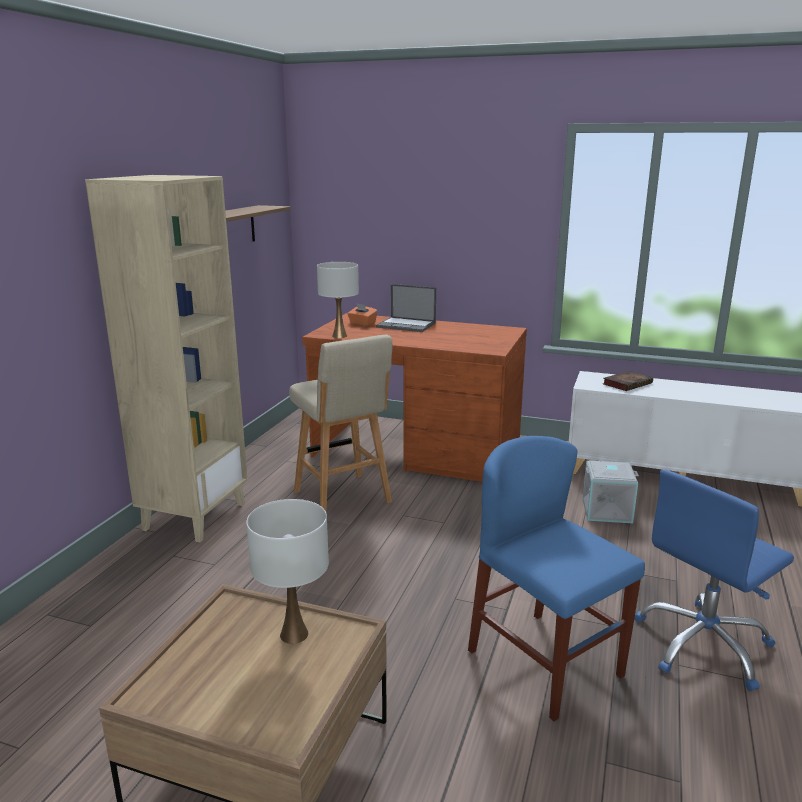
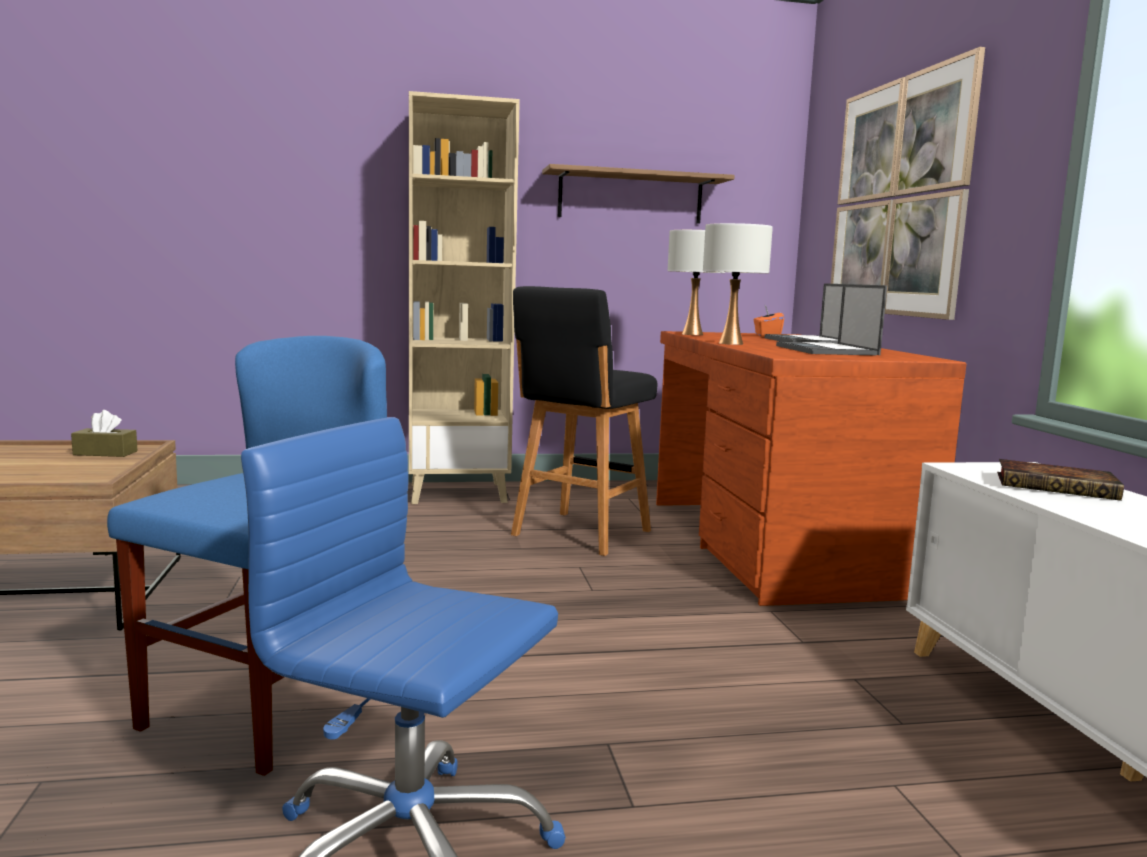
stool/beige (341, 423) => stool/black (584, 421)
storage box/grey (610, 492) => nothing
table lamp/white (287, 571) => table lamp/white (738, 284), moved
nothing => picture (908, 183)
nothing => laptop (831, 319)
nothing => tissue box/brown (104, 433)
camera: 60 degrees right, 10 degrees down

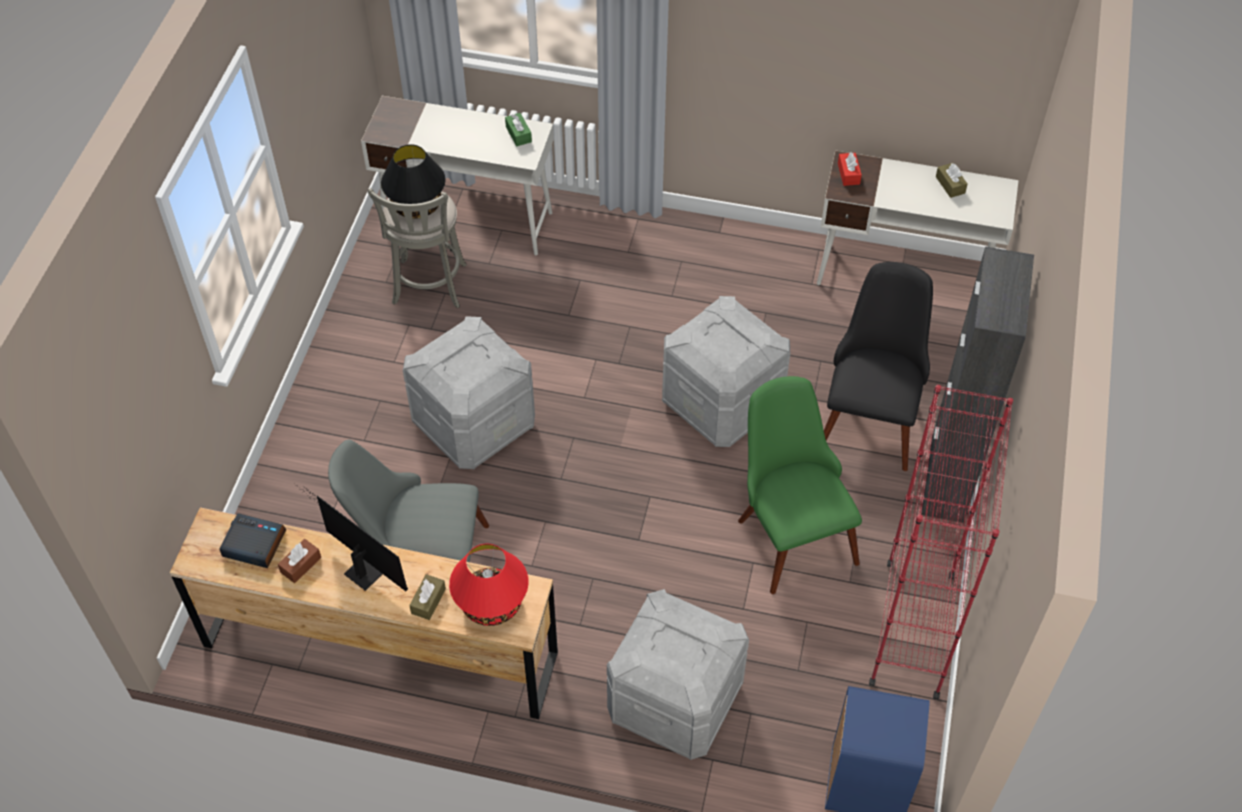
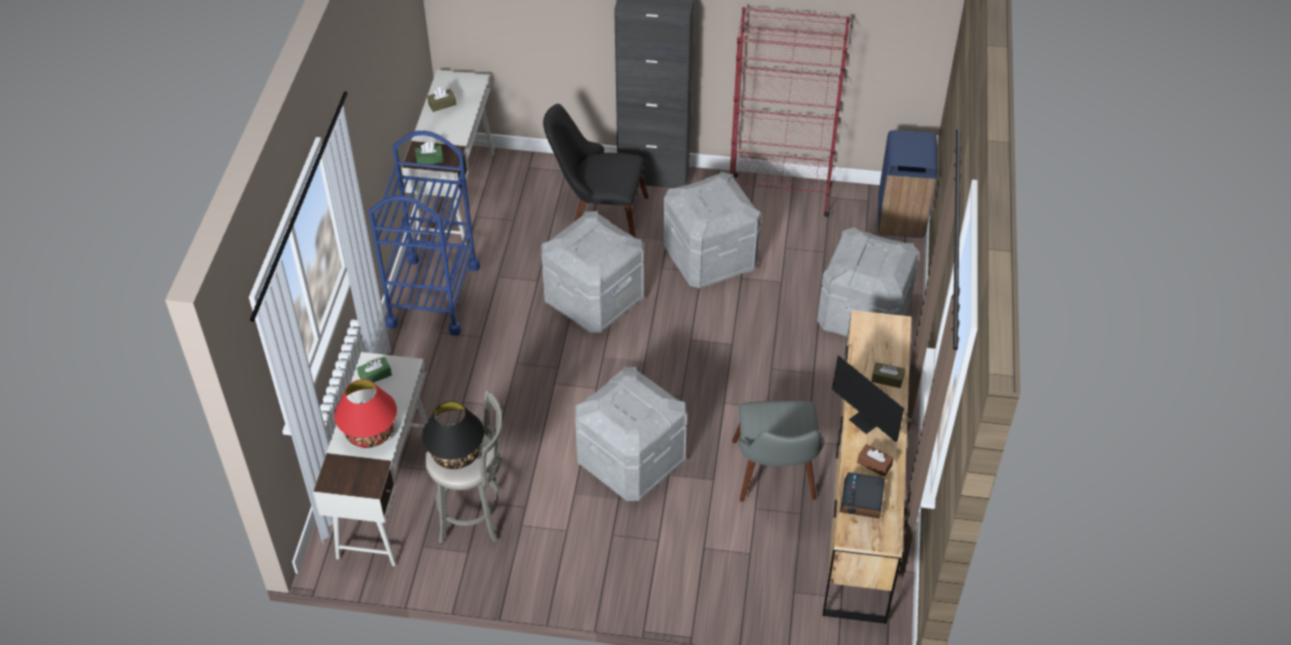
tissue box/red (850, 169) => tissue box/green (429, 153)
chair/green (800, 485) => storage box/grey (712, 230)
monitor (355, 538) => monitor (876, 398), 75 degrees counterclockwise
table lamp/red (489, 584) => table lamp/red (365, 413), moved
nothing => cart/blue (424, 233)
camera: 95 degrees left, 5 degrees down

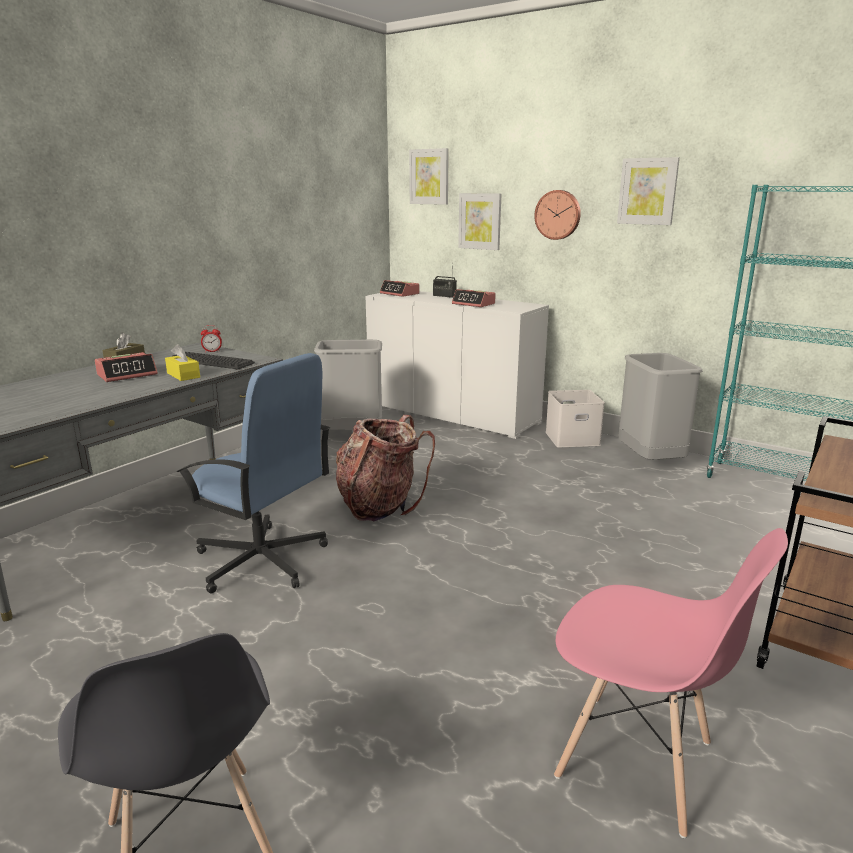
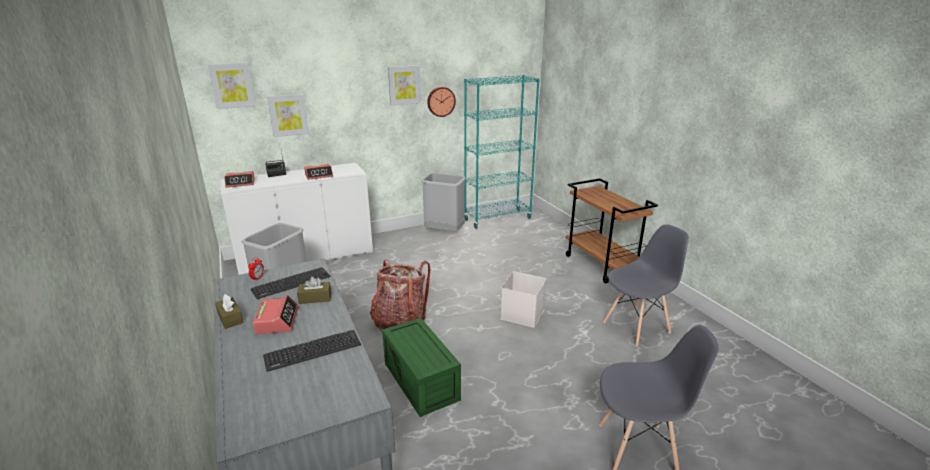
wall clock (557, 215) => wall clock (441, 102), moved
tissue box/yellow (182, 362) => tissue box/brown (314, 290)
office chair/blue (253, 473) => storage box/green (421, 367)
storage box/white (575, 419) => storage box/white (523, 299), moved
chair/pink (671, 683) => chair/grey (646, 285)
nothing => keyboard (312, 351)
camera: 60 degrees left, 5 degrees up

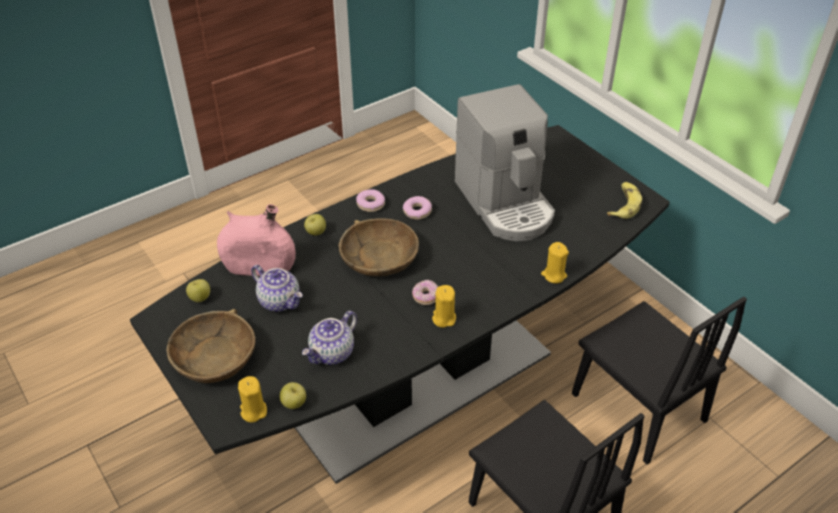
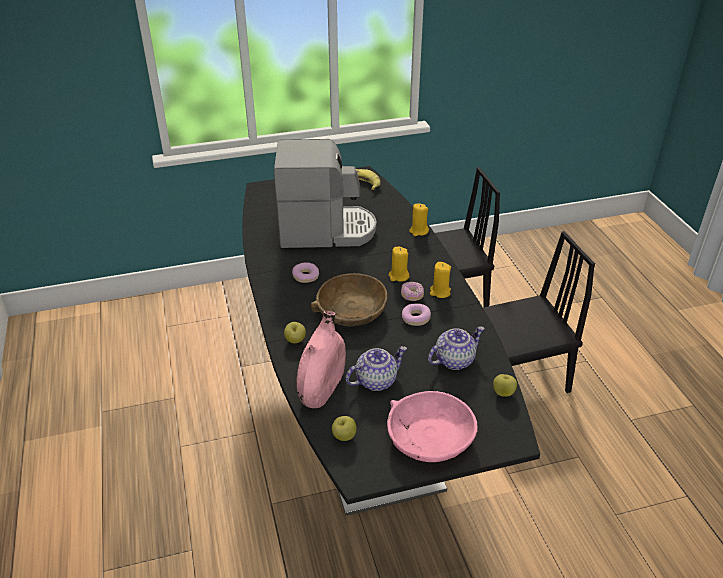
donut (370, 200) => donut (416, 314), moved
bowl/brown (211, 346) => bowl/pink (432, 426)
teapot (329, 338) => teapot (456, 348), 90 degrees counterclockwise
candle/yellow (252, 399) => candle/yellow (399, 264), moved
camera: 70 degrees left, 5 degrees down

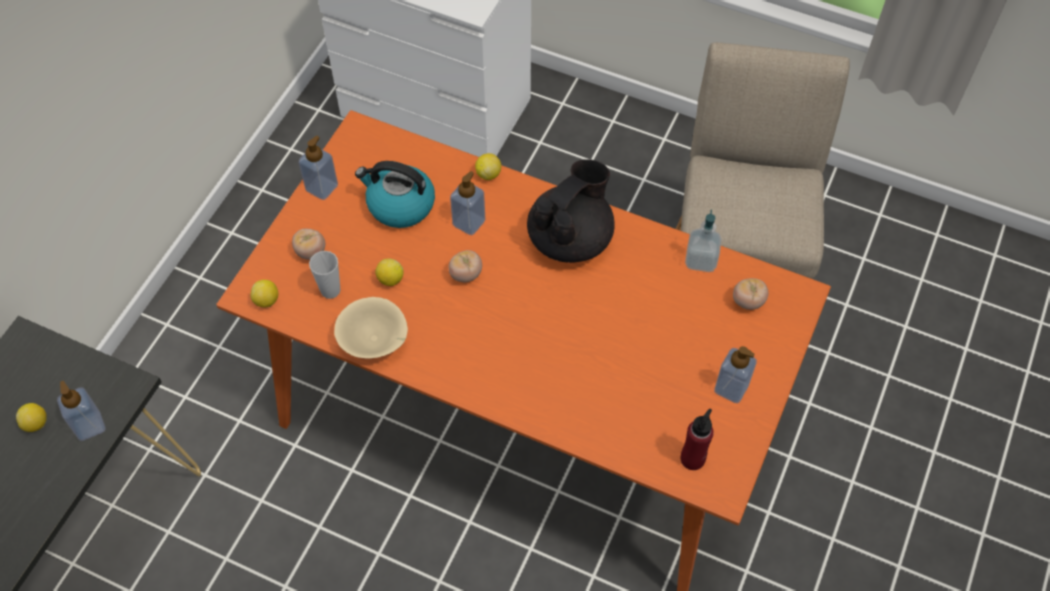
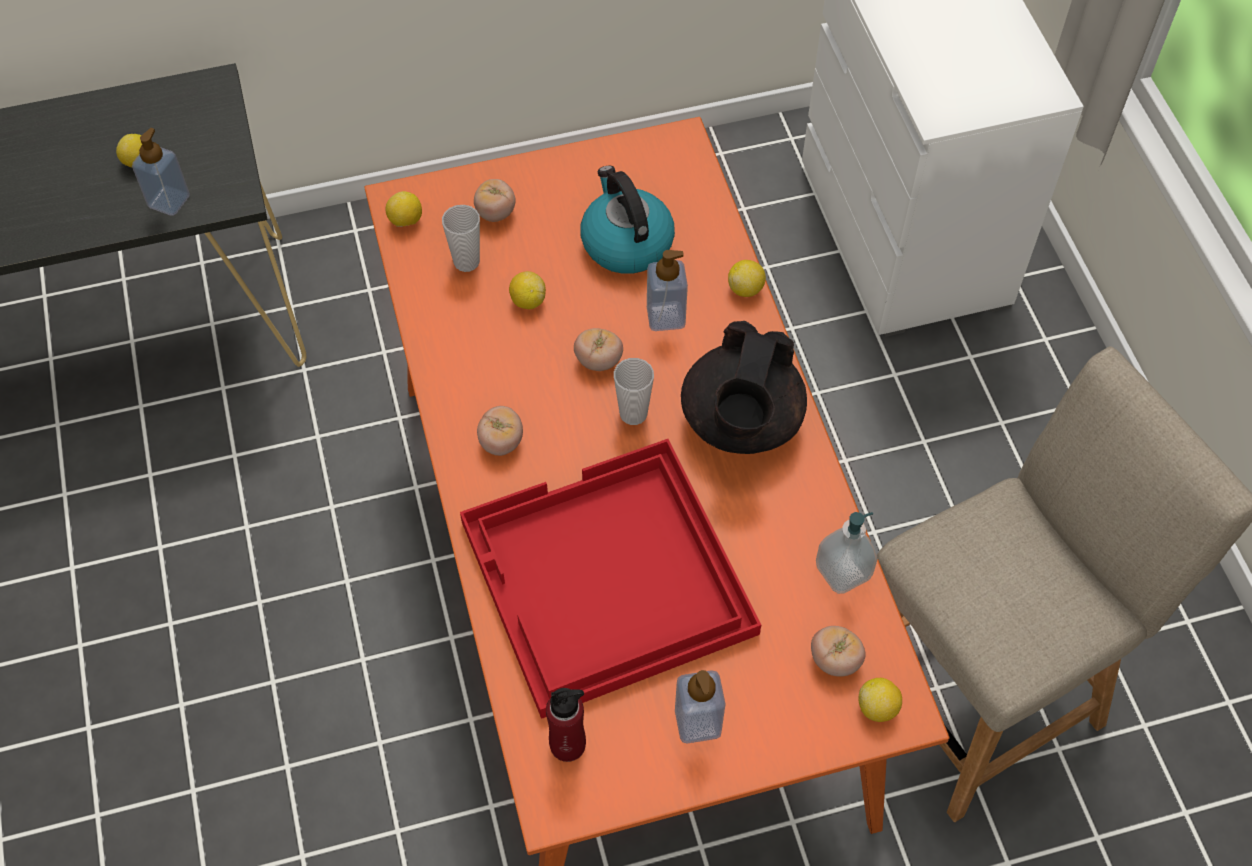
soap dispenser (318, 168) => nothing
teapot/black (571, 211) => teapot/black (744, 387), 105 degrees clockwise
bowl/beige (371, 327) => nothing
nothing => cup (634, 391)
nothing => tomato (500, 431)
nothing => tray/red (610, 579)
nothing => lemon (880, 700)
camera: 50 degrees right, 0 degrees up

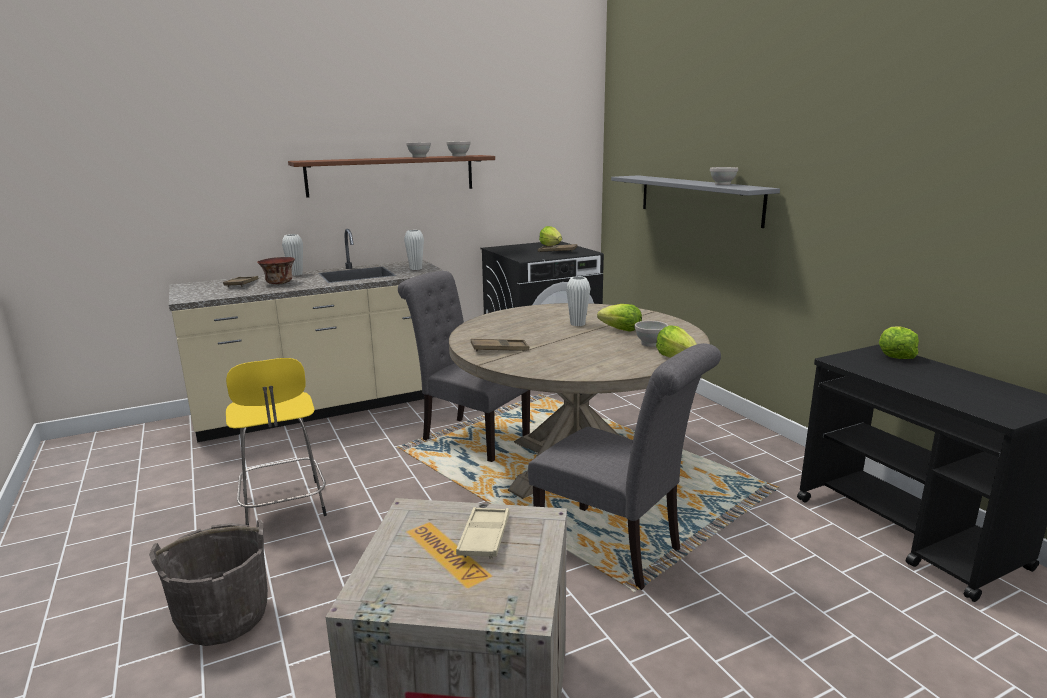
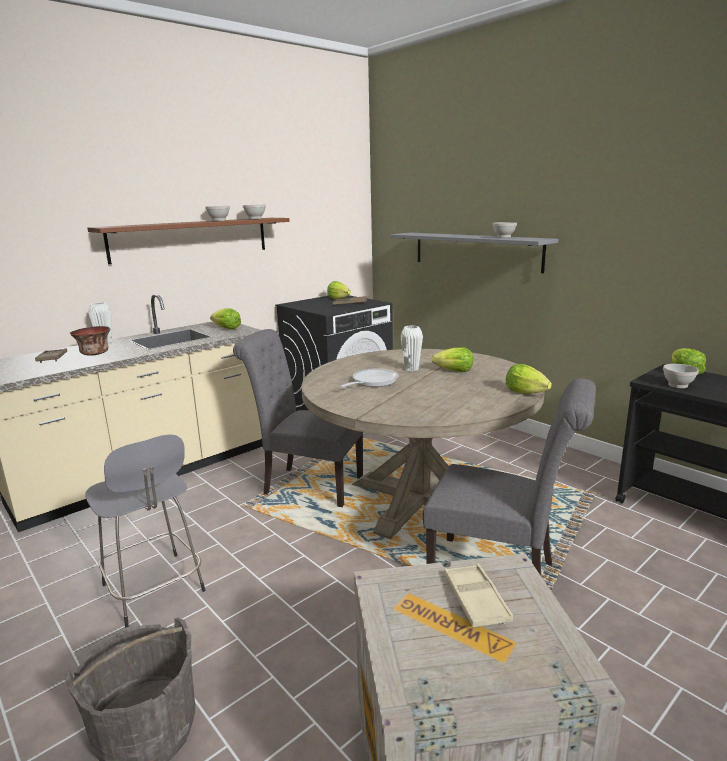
vase/white (414, 250) => lettuce (225, 318)
bowl/white (651, 334) => bowl/white (681, 376), moved
tray/brown (500, 345) => nothing
stool/yellow (276, 441) => stool/grey (145, 530)
nothing => frying pan (369, 378)
camera: 15 degrees left, 0 degrees up

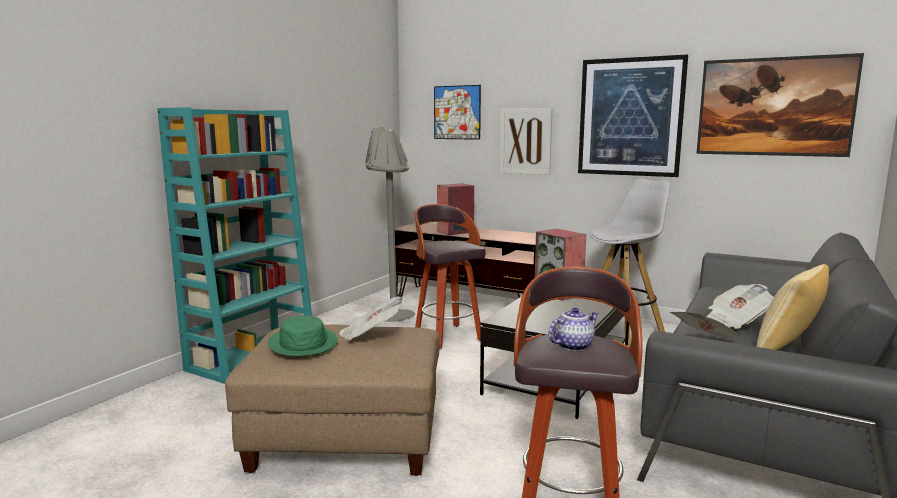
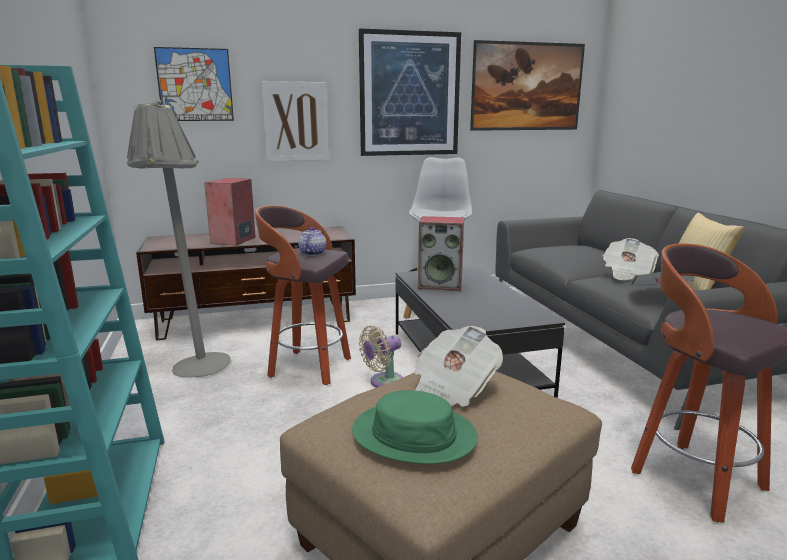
teapot (573, 329) => teapot (312, 241), moved
nothing => fan/beige (381, 357)
camera: 45 degrees left, 5 degrees up

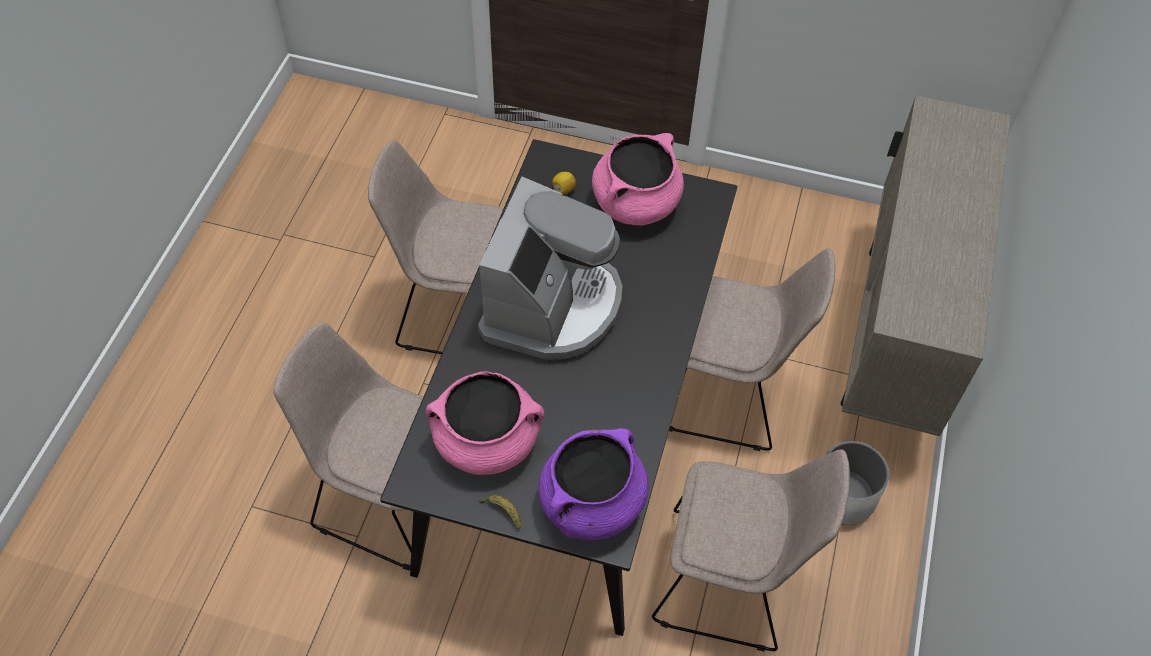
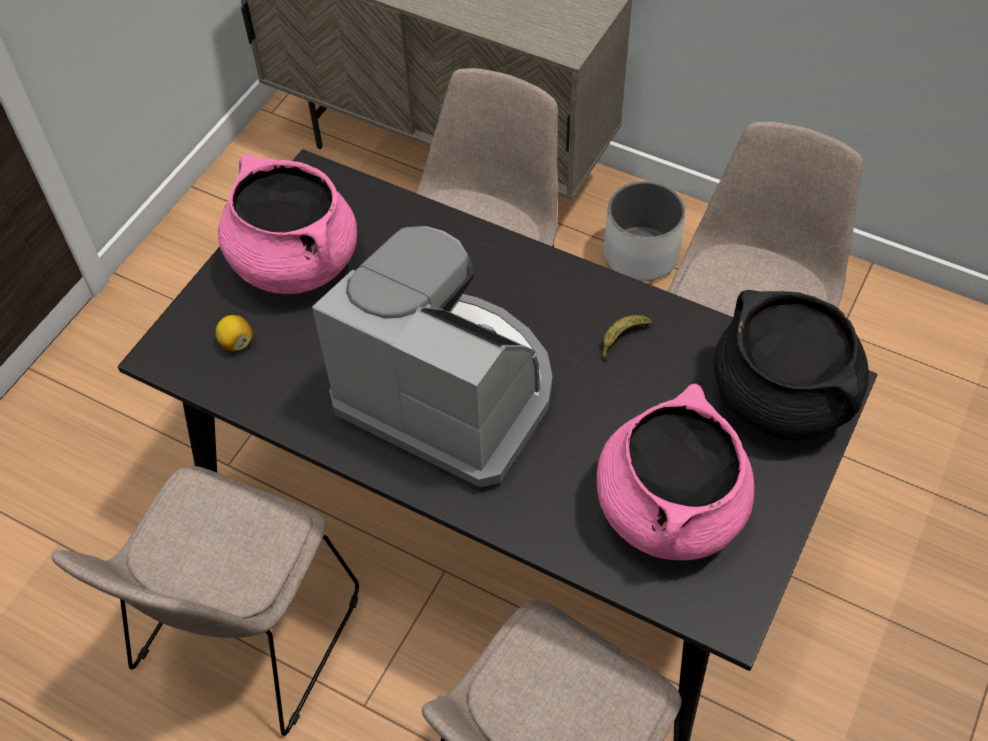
cooking pot/purple (593, 484) => cooking pot/black (791, 365)
banana (500, 512) => banana (627, 338), moved
camera: 75 degrees left, 0 degrees up

